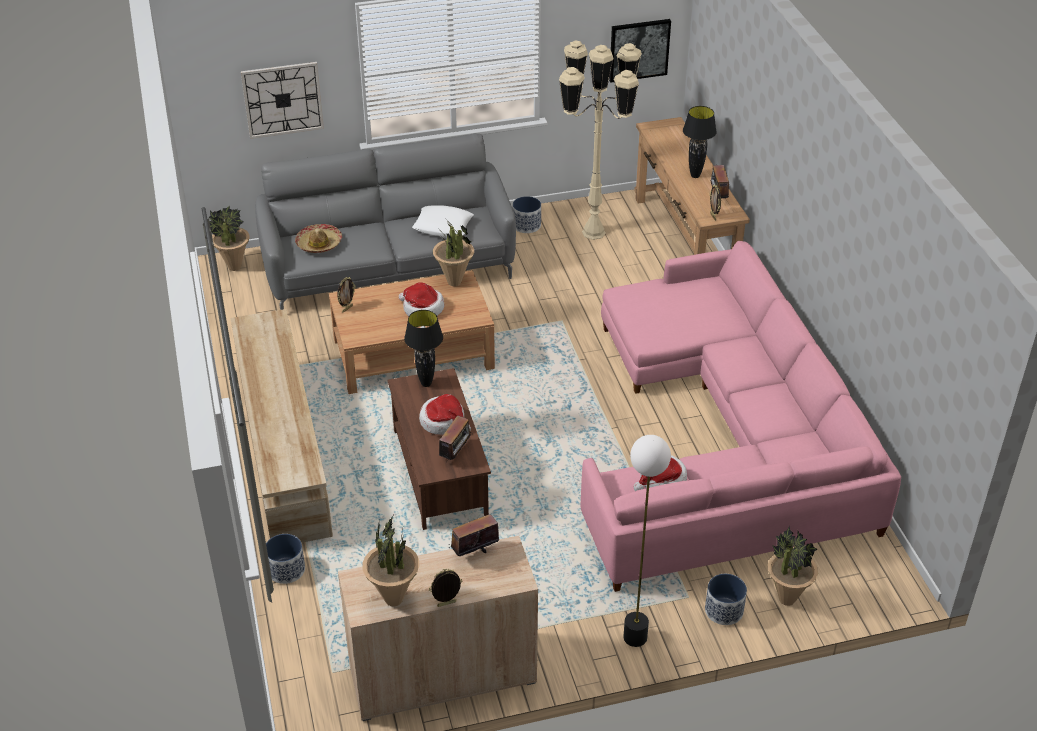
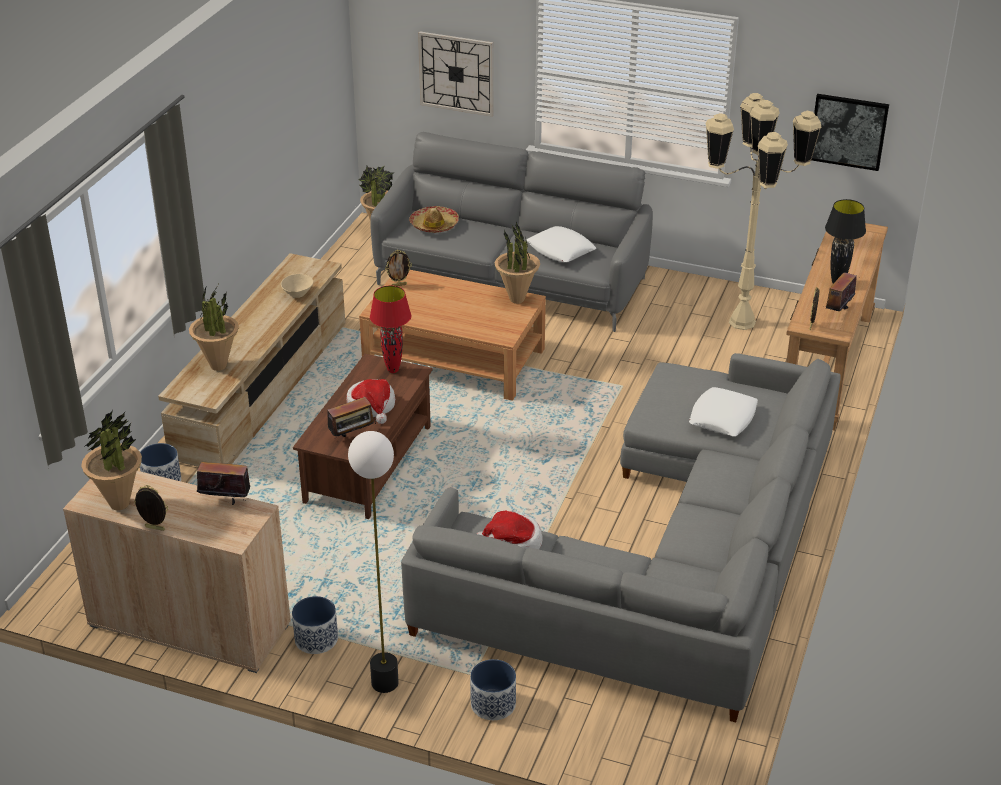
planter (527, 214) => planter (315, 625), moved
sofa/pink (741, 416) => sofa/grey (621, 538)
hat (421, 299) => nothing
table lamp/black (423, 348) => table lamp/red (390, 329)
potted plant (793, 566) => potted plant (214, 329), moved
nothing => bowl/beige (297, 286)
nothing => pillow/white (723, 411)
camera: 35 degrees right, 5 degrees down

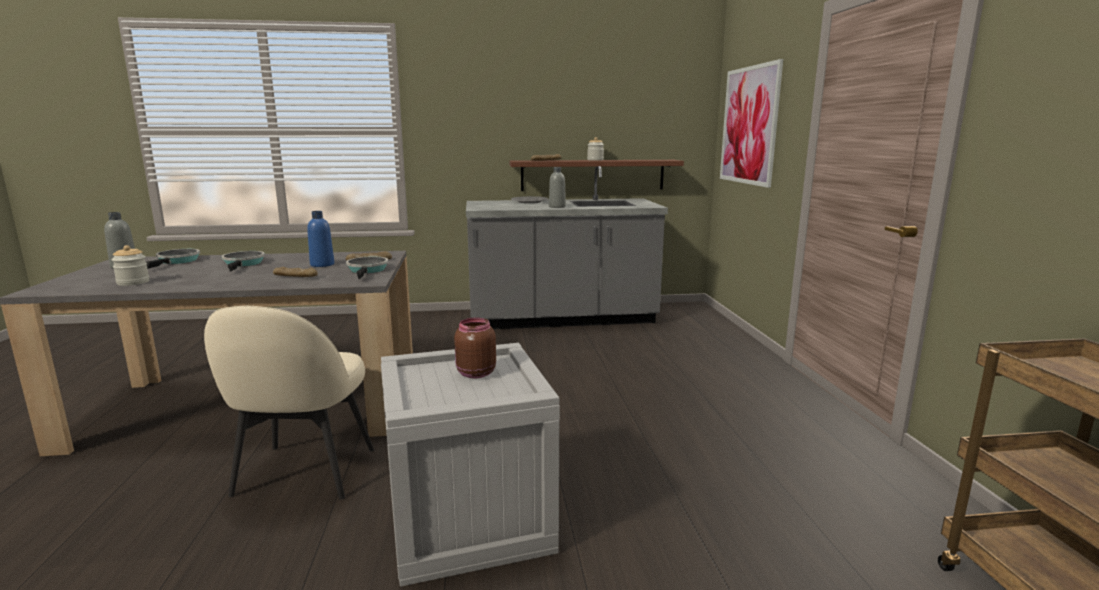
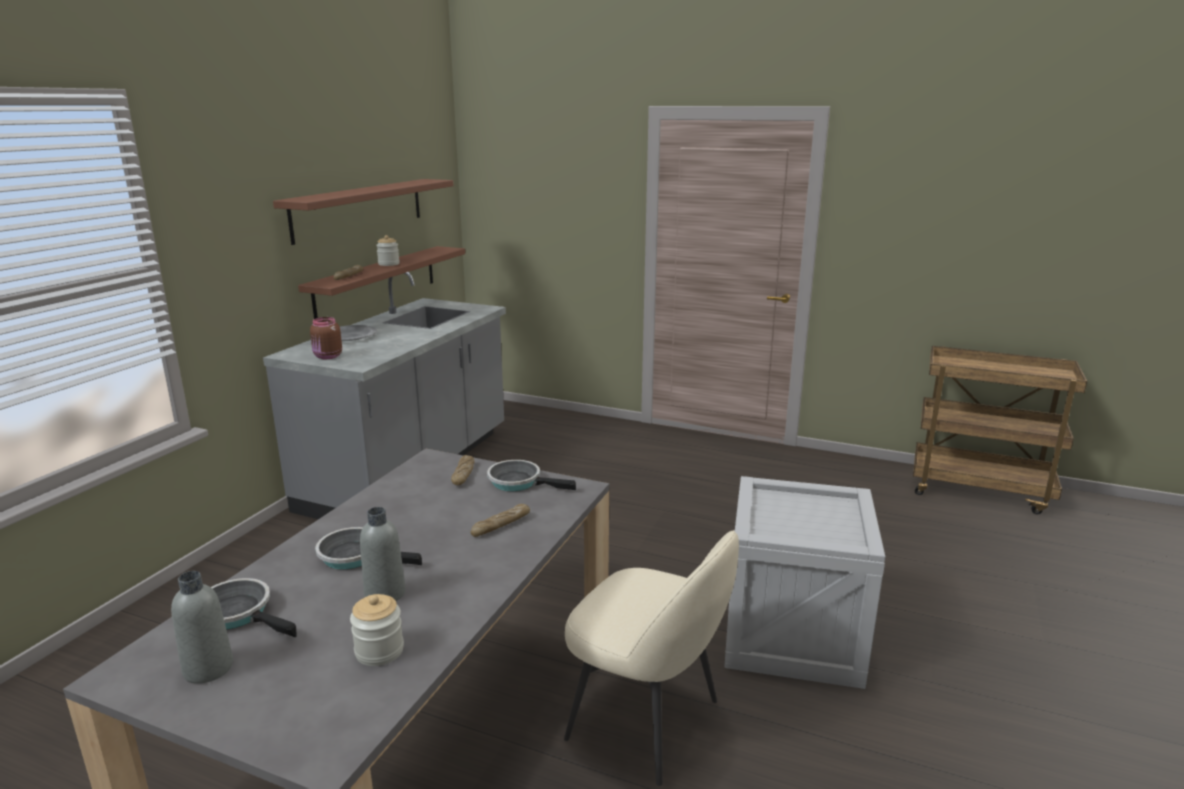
picture (751, 123) => nothing
bottle/grey (557, 187) => bottle/grey (383, 554), moved
bottle/blue (320, 239) => nothing
jar/brown (475, 348) => jar/brown (326, 338), moved
nothing => shelf/brown (363, 212)
camera: 60 degrees left, 5 degrees up

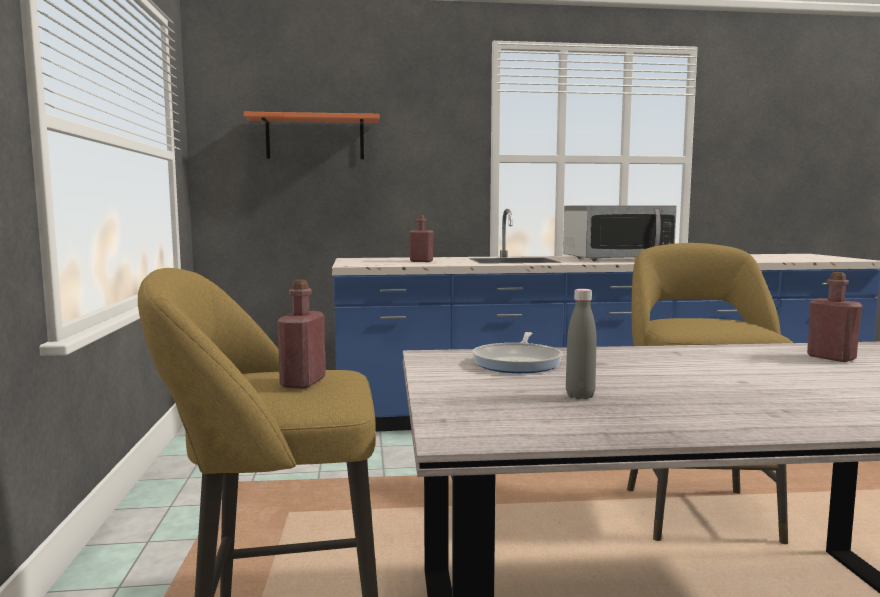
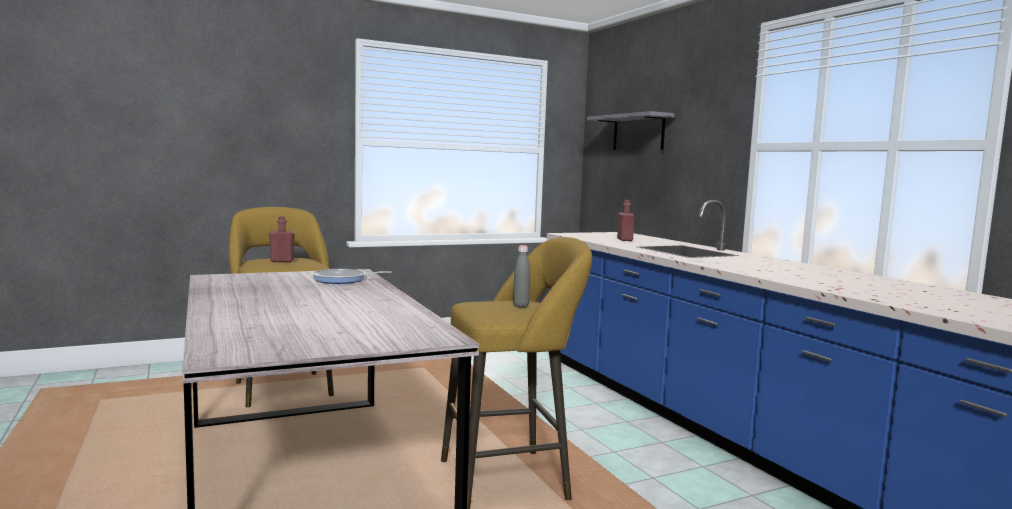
shelf/orange (312, 135) => shelf/grey (631, 130)
microwave (620, 233) => nothing
bottle/red (834, 317) => nothing
bottle/grey (581, 344) => bottle/grey (521, 276), moved
camera: 70 degrees right, 0 degrees up

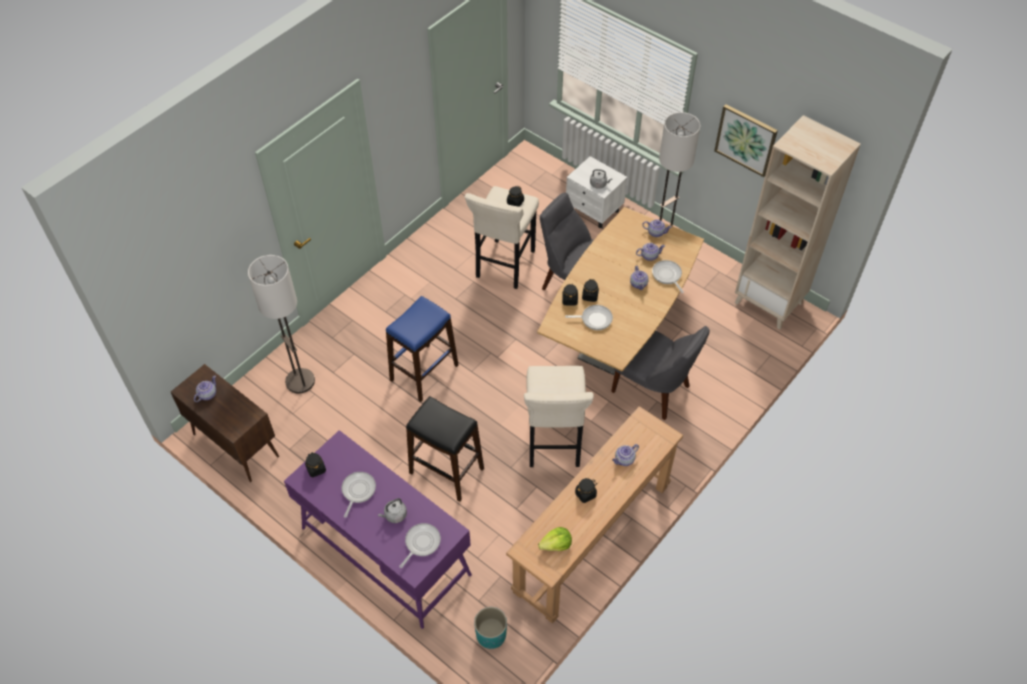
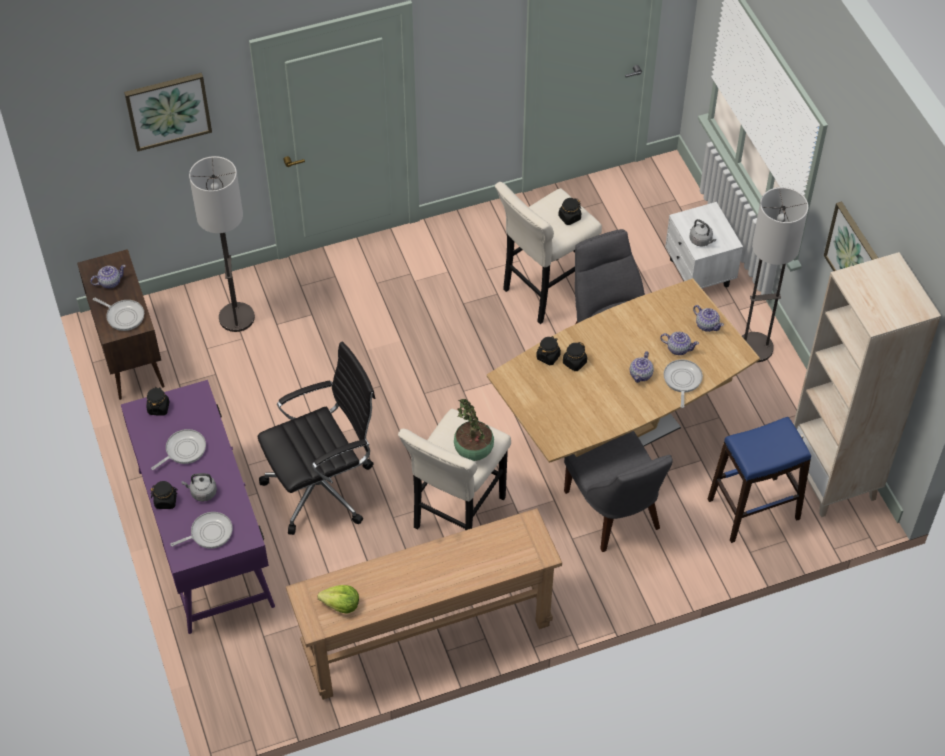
stool/blue (422, 349) => stool/blue (759, 480), moved
frying pan (589, 317) => frying pan (118, 314), moved
stool/black (445, 449) => office chair/black (316, 438)
teapot (625, 455) => nothing
jar/black (586, 490) => jar/black (164, 495), moved
planter/turquoise (490, 628) => nothing
nothing => picture (168, 112)
nothing => potted plant (474, 430)
camera: 30 degrees right, 0 degrees up

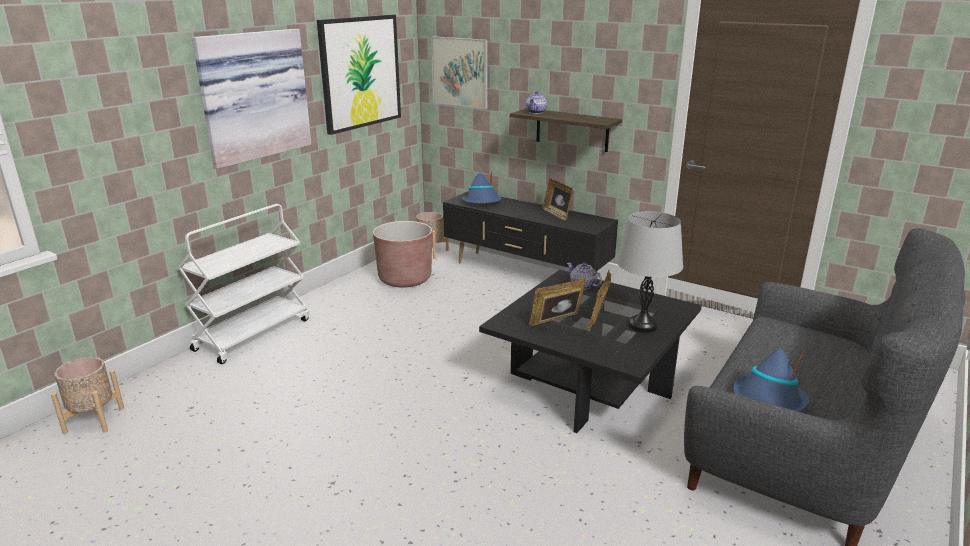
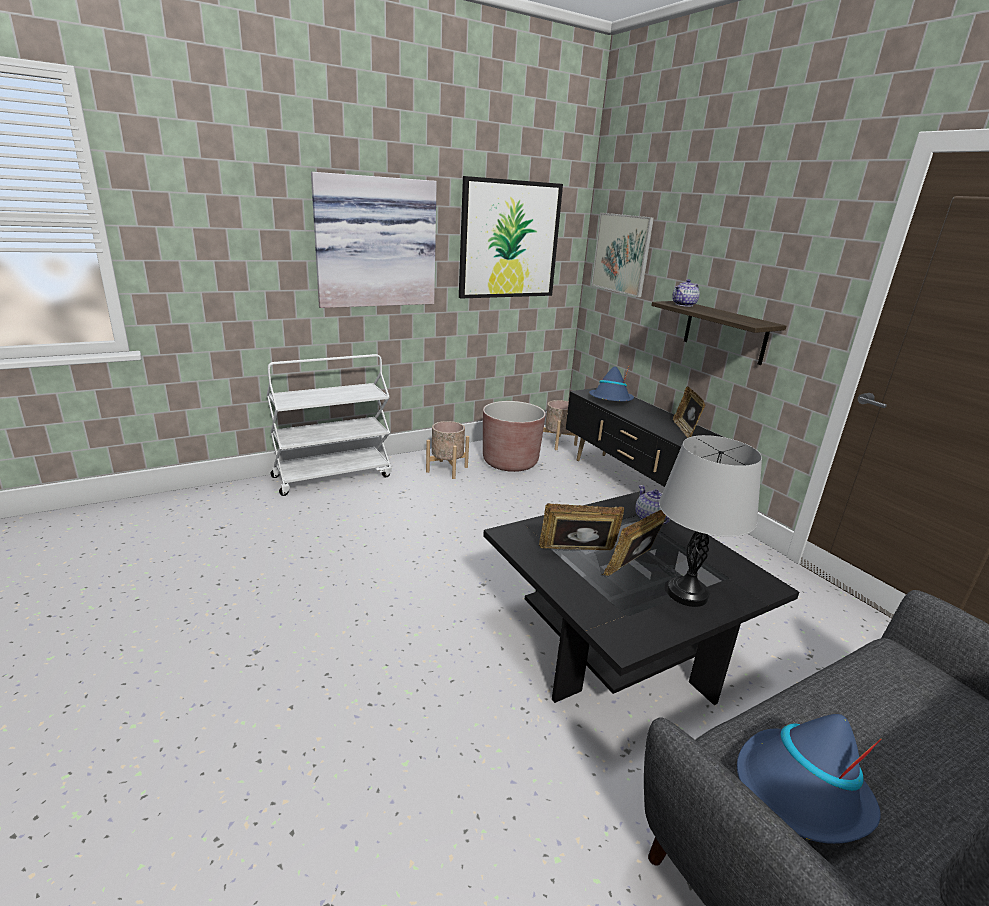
planter/beige (87, 395) => planter/beige (447, 450), moved
camera: 25 degrees right, 0 degrees up

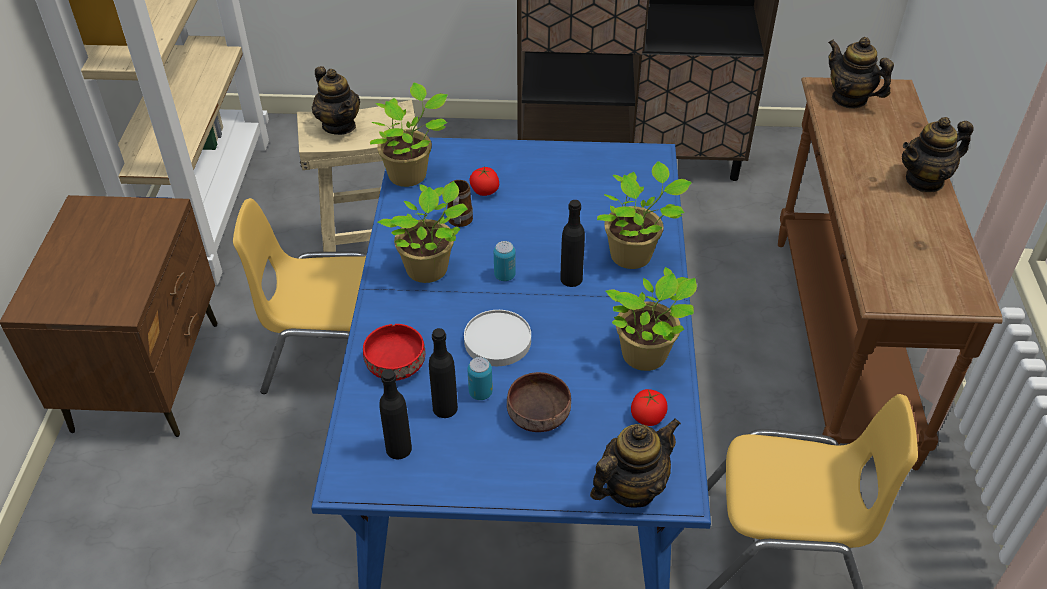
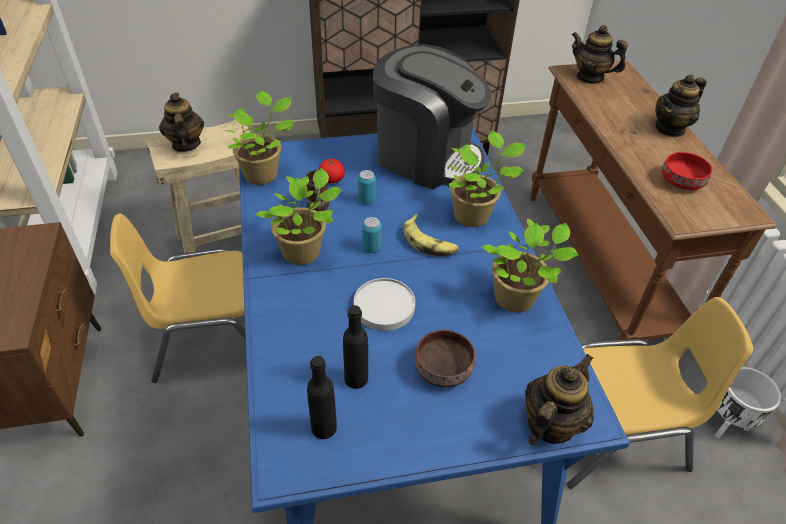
teapot (336, 100) => teapot (181, 122), 150 degrees counterclockwise
bottle/black (572, 243) => banana (431, 235)
bowl/red (394, 352) => bowl/red (687, 171), moved
can (480, 378) => can (367, 187), moved
tomato (649, 407) => nothing
nothing => coffee machine (432, 117)
nothing => planter/white (747, 403)
camera: 15 degrees left, 0 degrees up

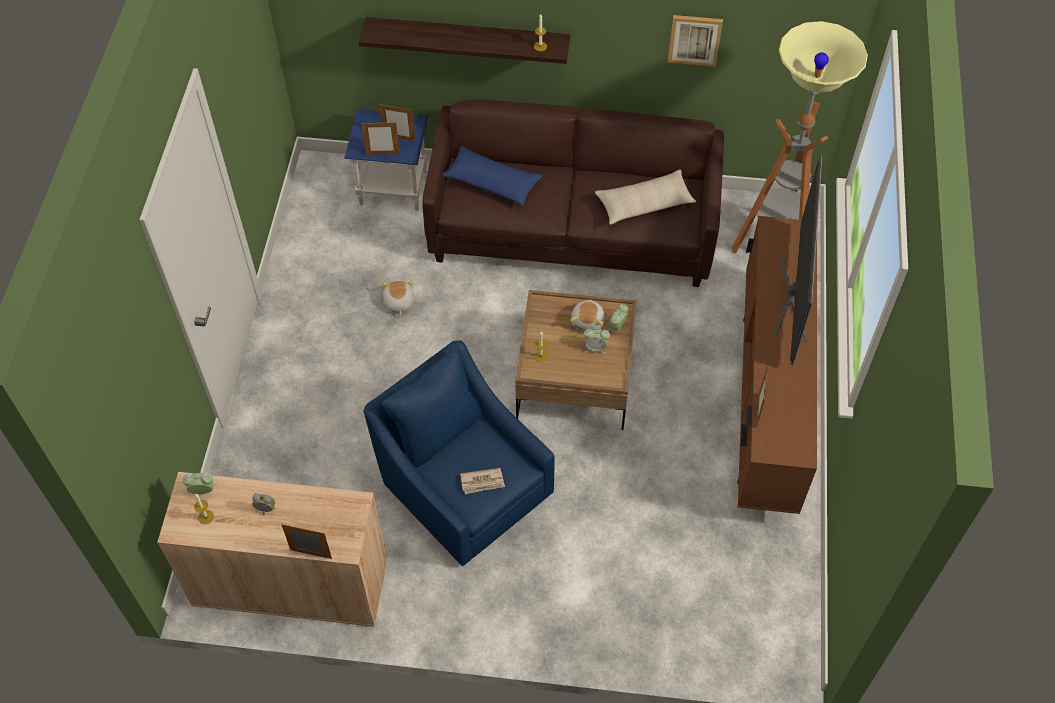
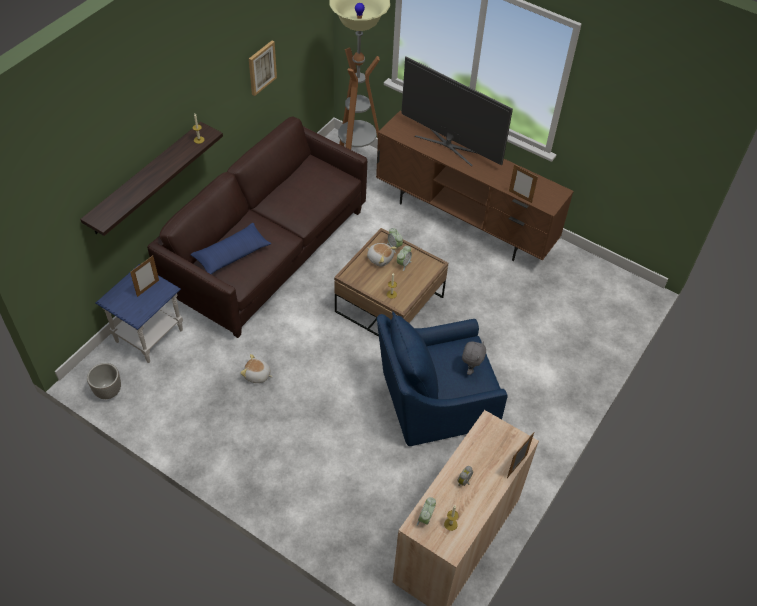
picture frame (380, 138) => nothing
pillow/beige (645, 197) => nothing
newspaper (482, 481) => plush toy/grey (474, 358)
nothing => planter (104, 381)
camera: 65 degrees left, 5 degrees down

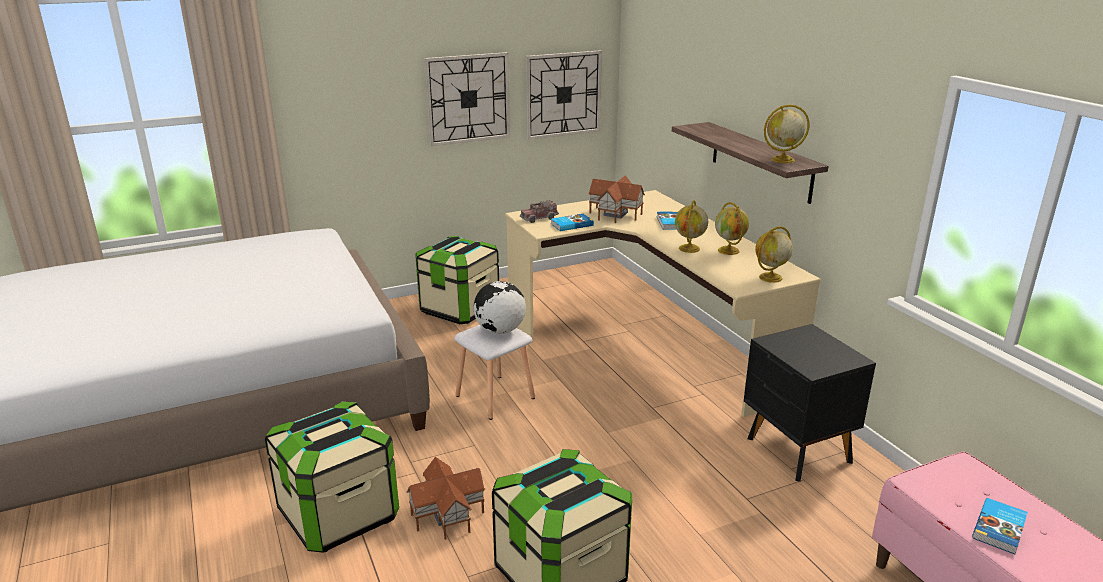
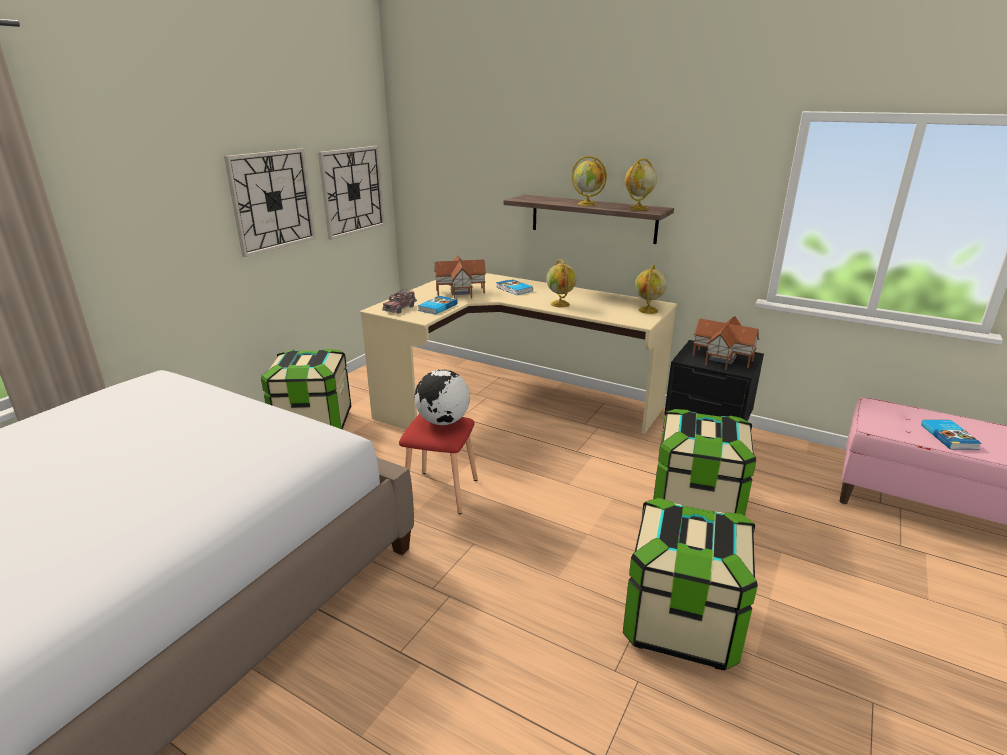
globe (732, 228) => globe (589, 181), moved
stool/white (494, 372) => stool/red (438, 464)
storage box (332, 477) => storage box (704, 462), moved
toy house (445, 498) => toy house (726, 343), moved
camera: 35 degrees left, 0 degrees up

